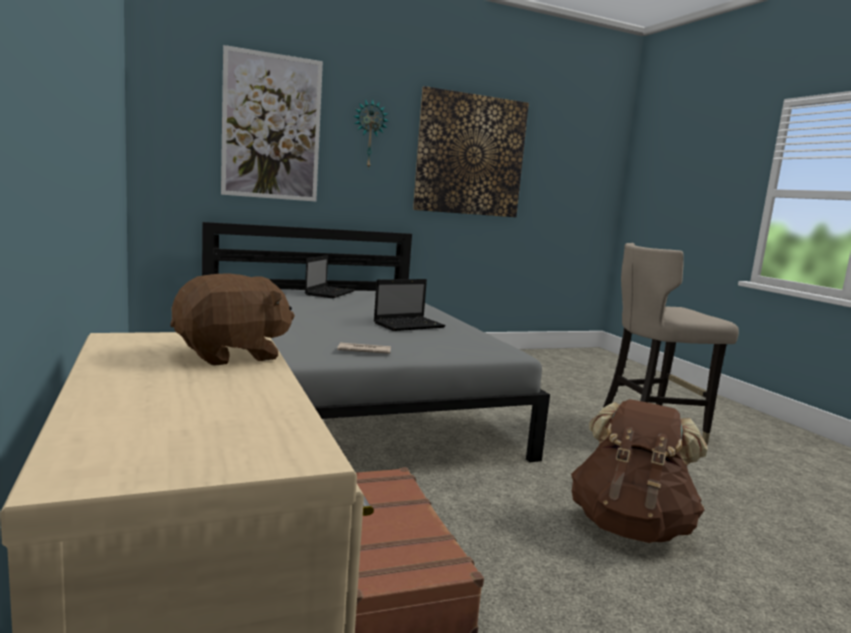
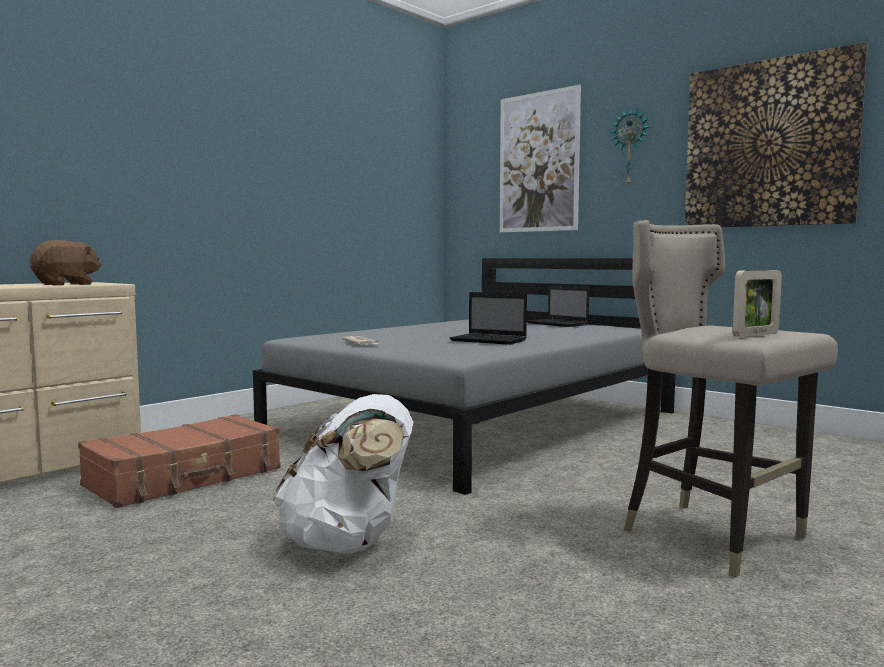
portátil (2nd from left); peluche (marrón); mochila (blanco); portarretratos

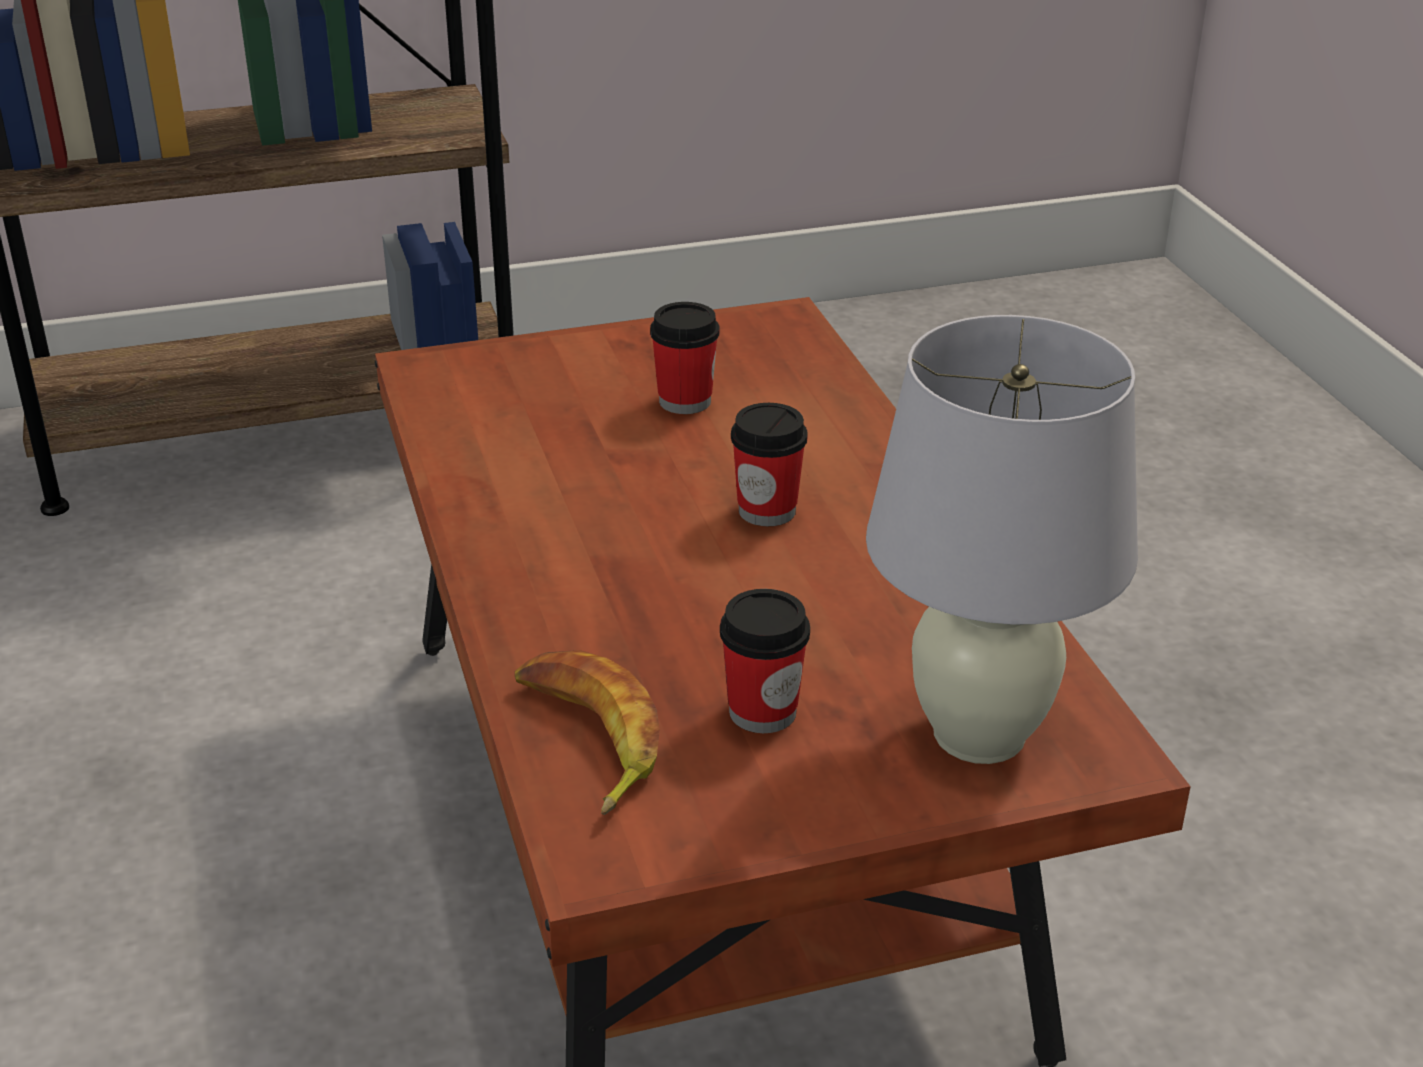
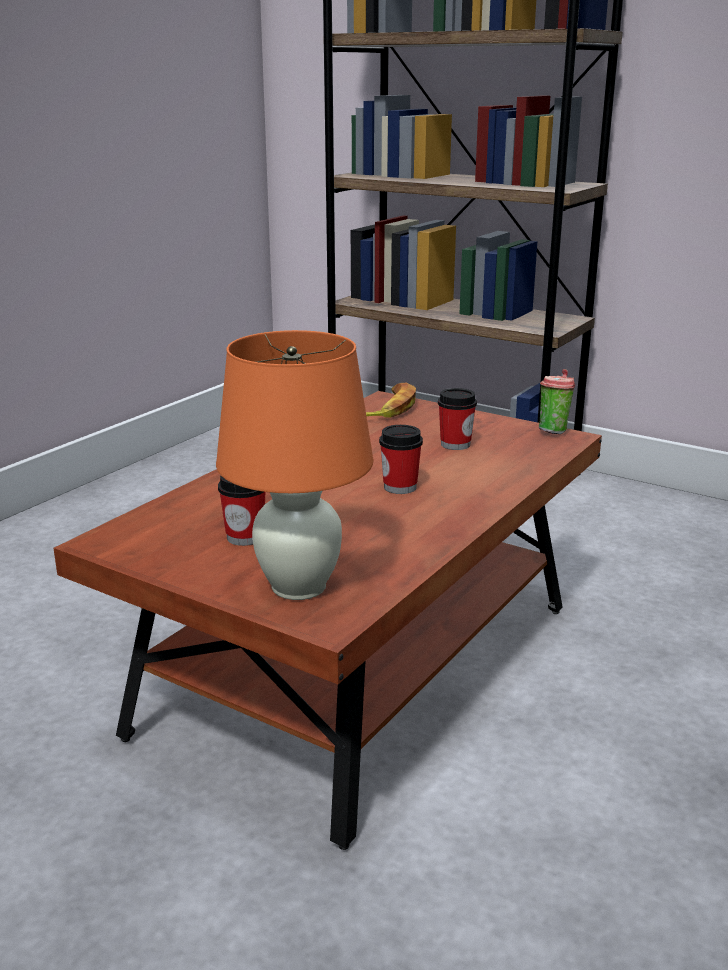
lámpara de mesa (naranja); plátano; taza (4th from left)

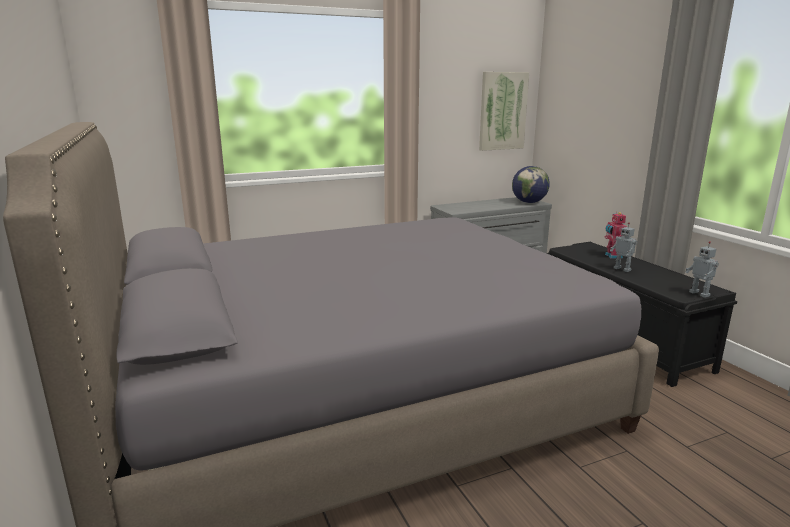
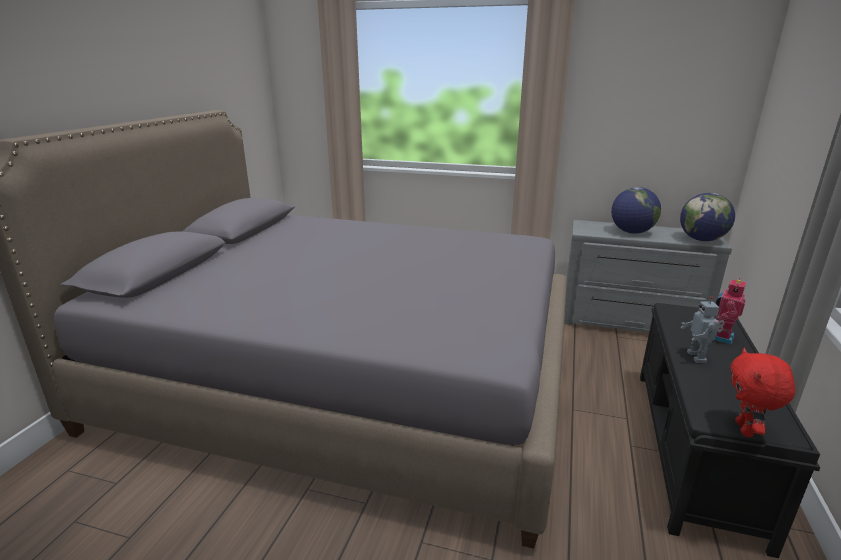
cuadro; peluche (rojo); globo terráqueo (1st from left)

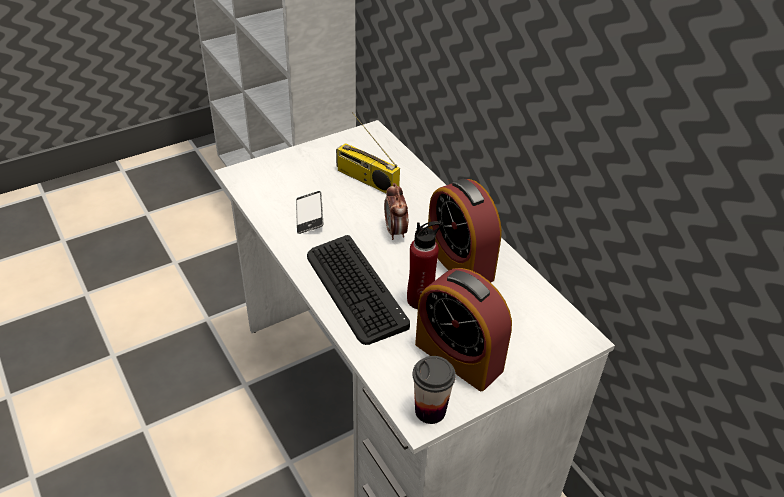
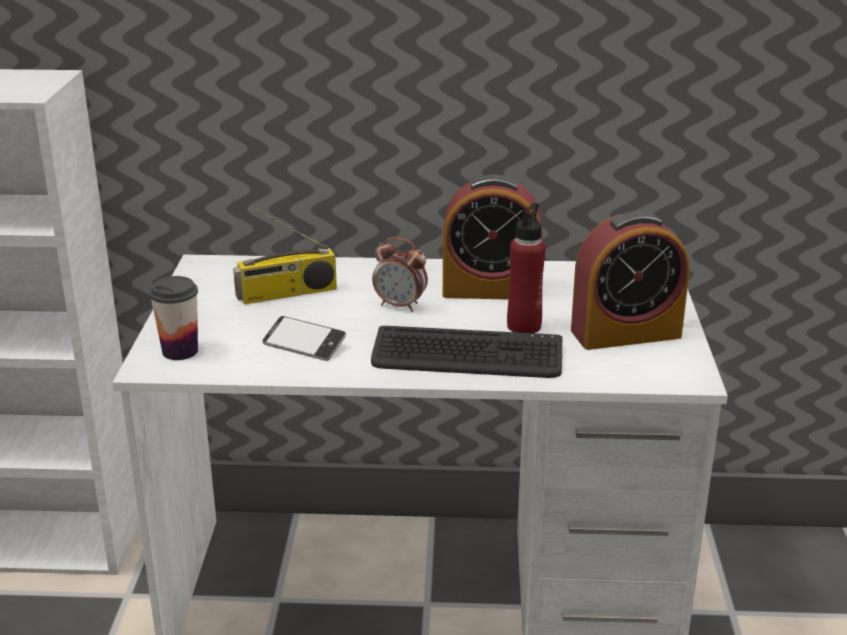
taza

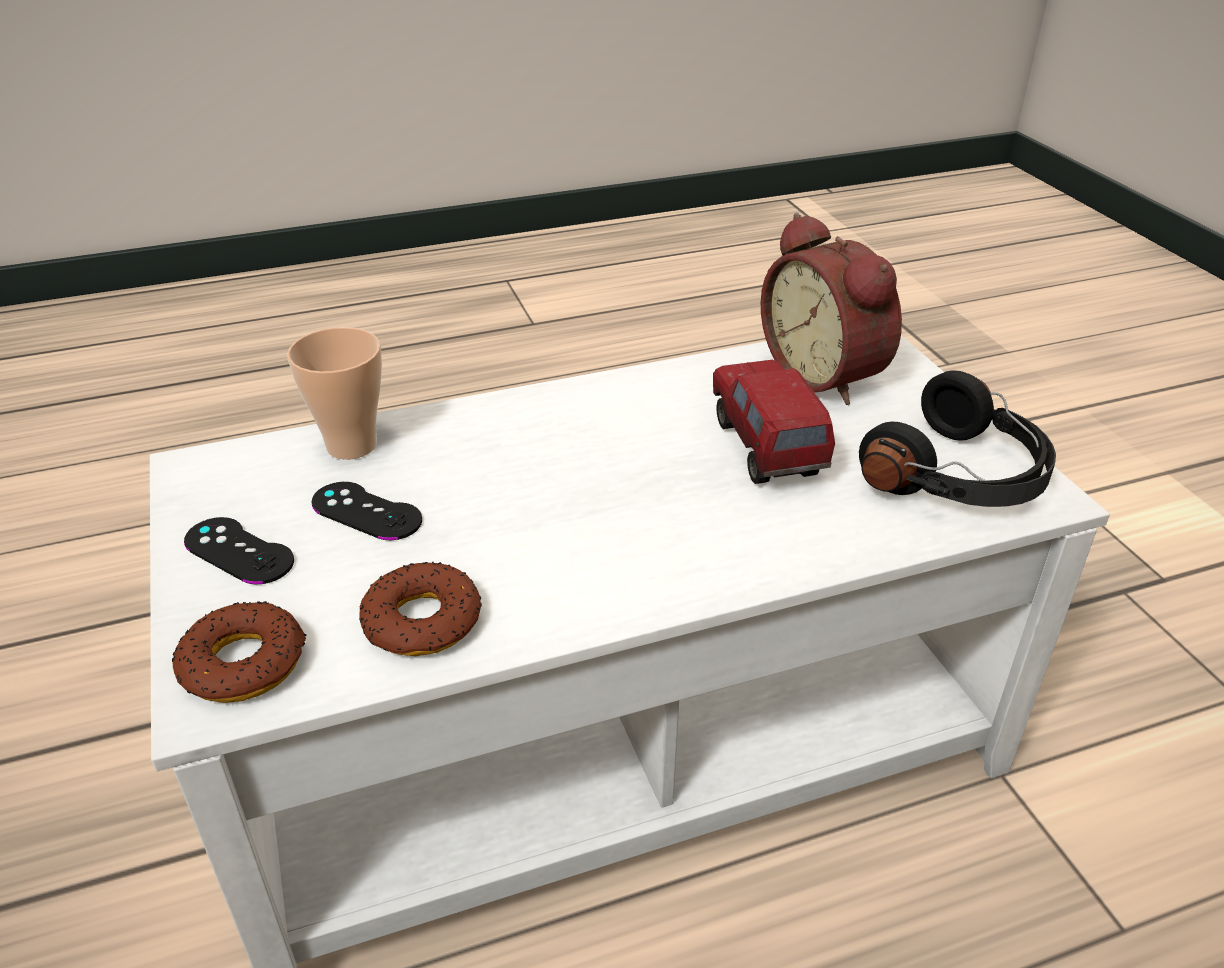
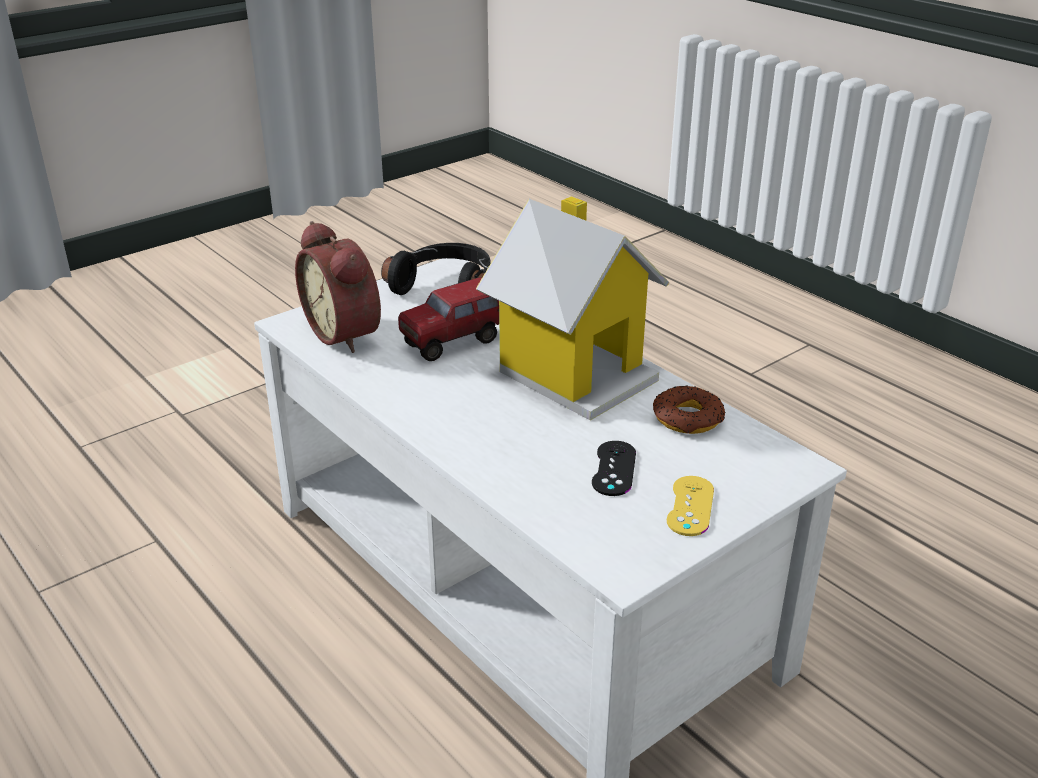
despertador; taza; mando de consola (amarillo); rosquilla (1st from left in the first image); casita

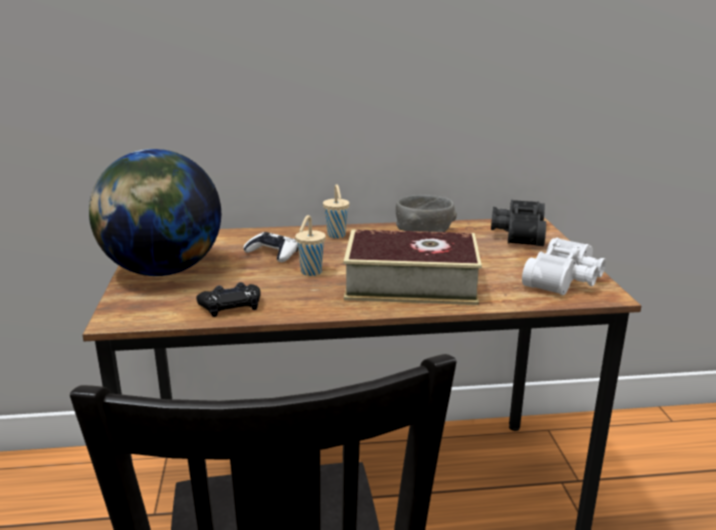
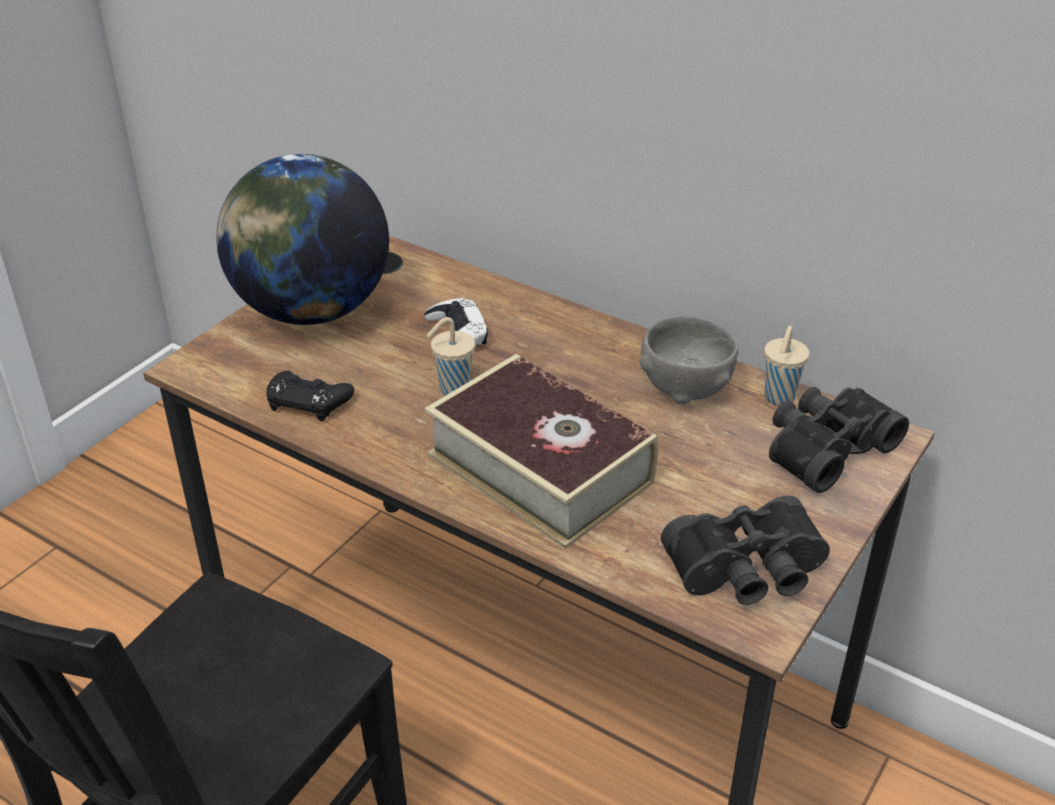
taza (beis) (2nd from left); prismáticos (negro) (1st from left)

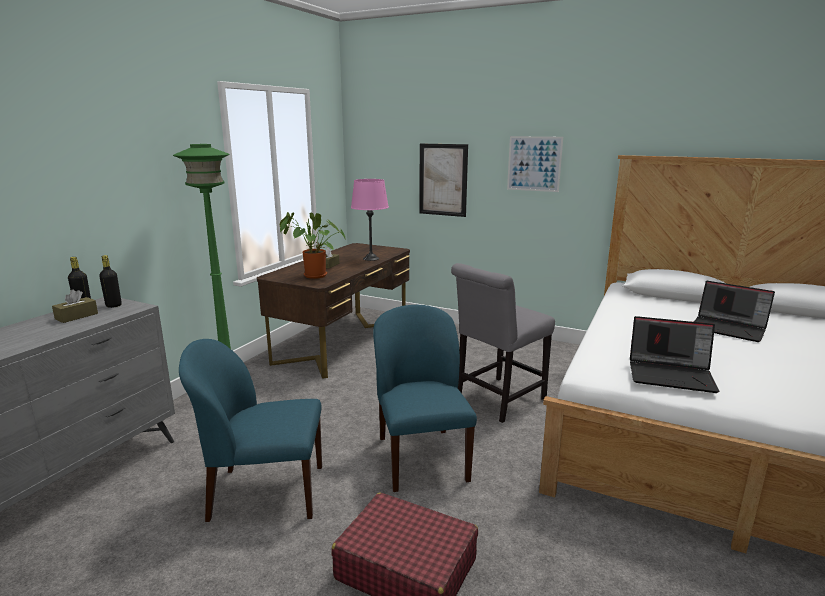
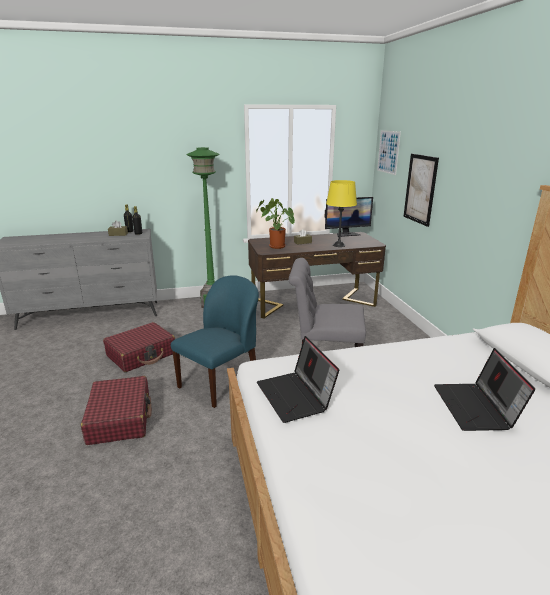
cuadro (1st from left); lámpara de mesa (amarillo); maleta (rojo) (2nd from left); monitor

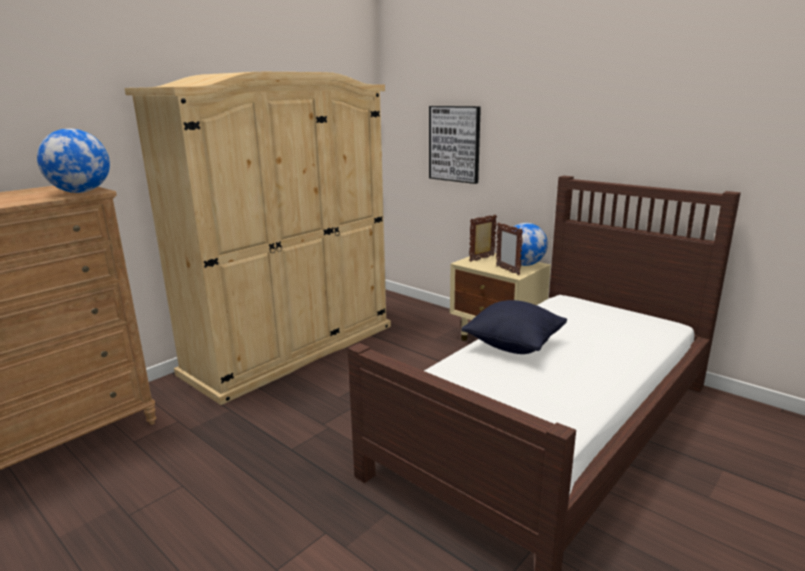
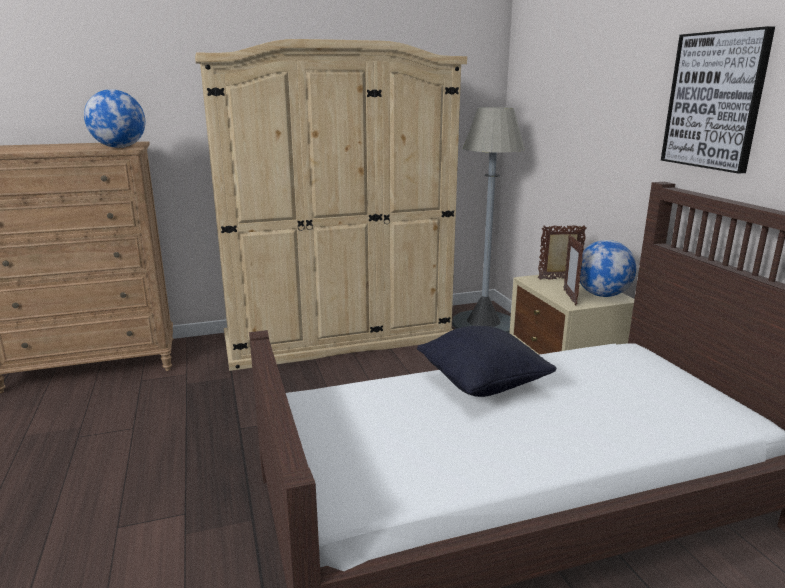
cuadro; lámpara de pie (gris)

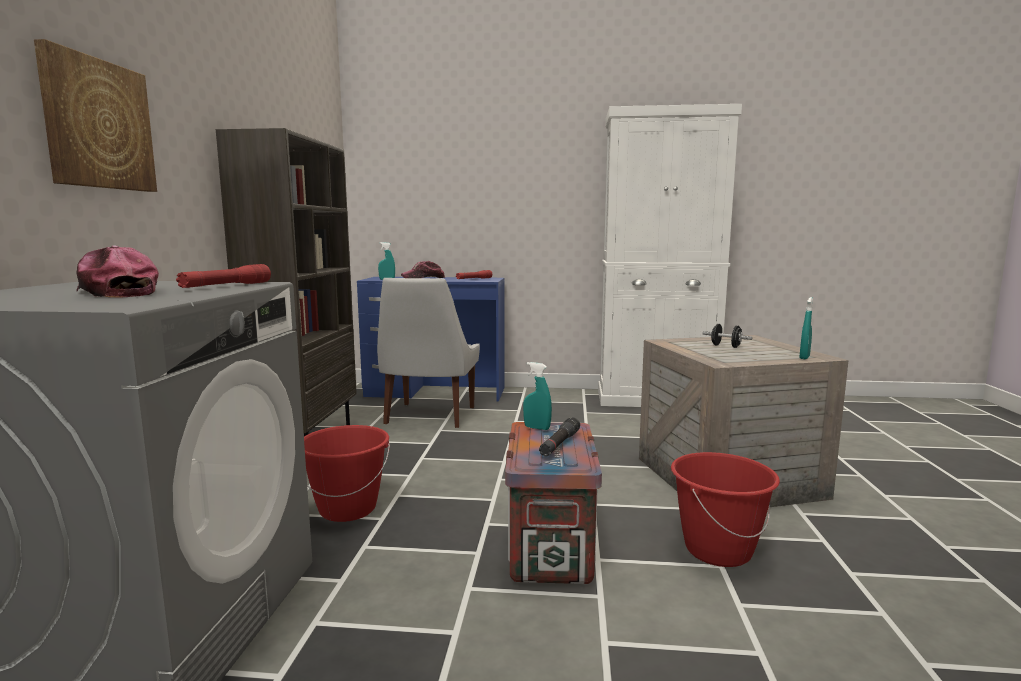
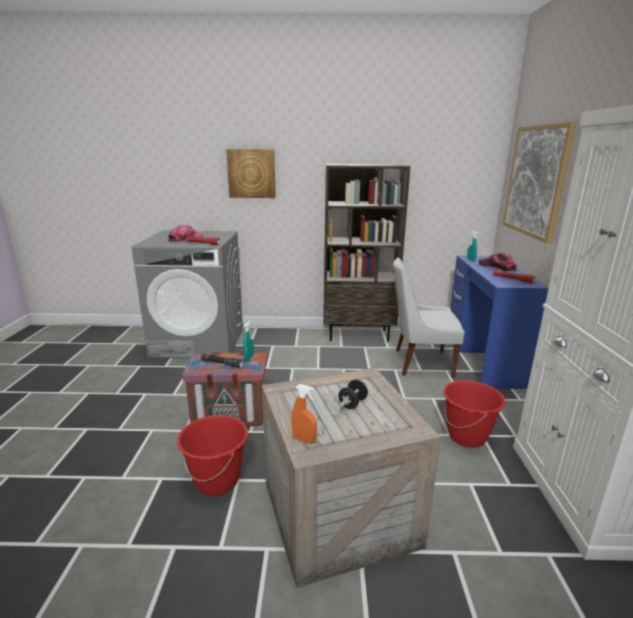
pulverizador (naranja); cubo (rojo) (2nd from left); cuadro (2nd from left)

